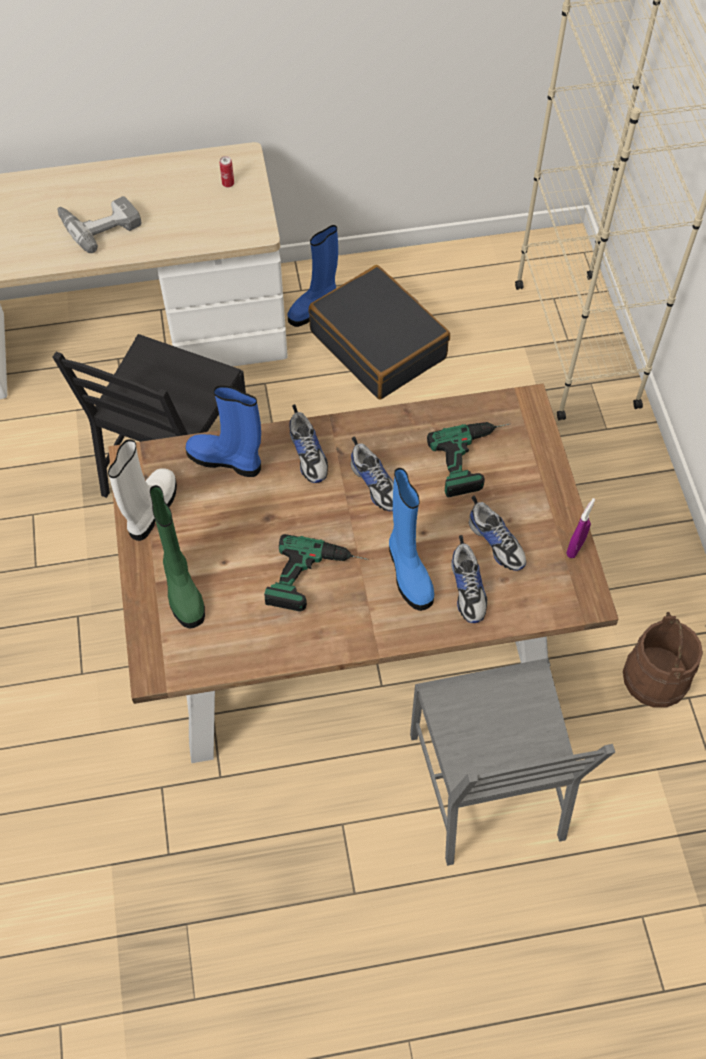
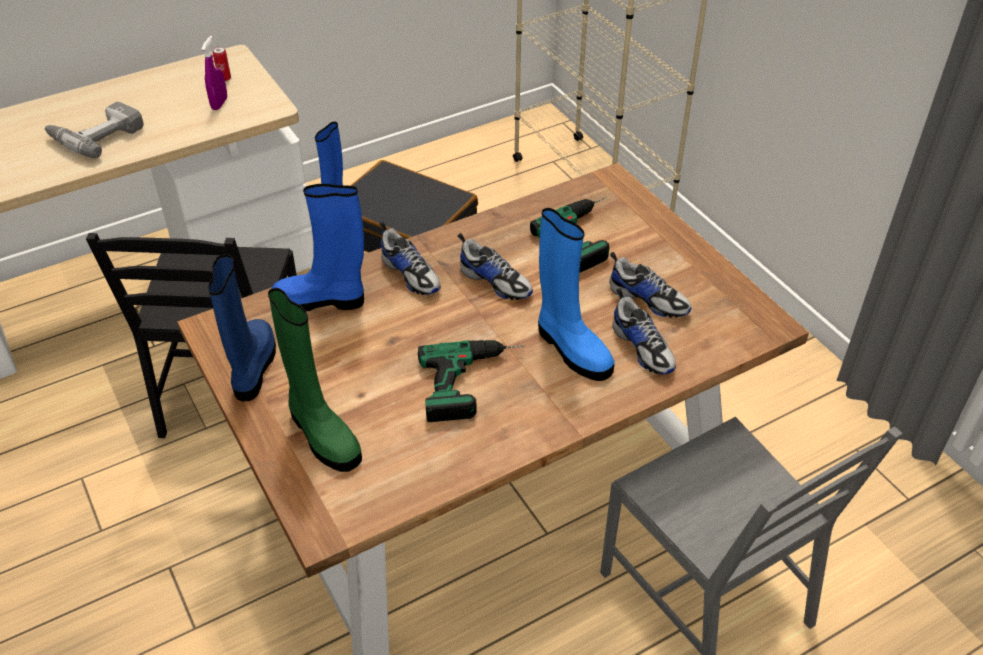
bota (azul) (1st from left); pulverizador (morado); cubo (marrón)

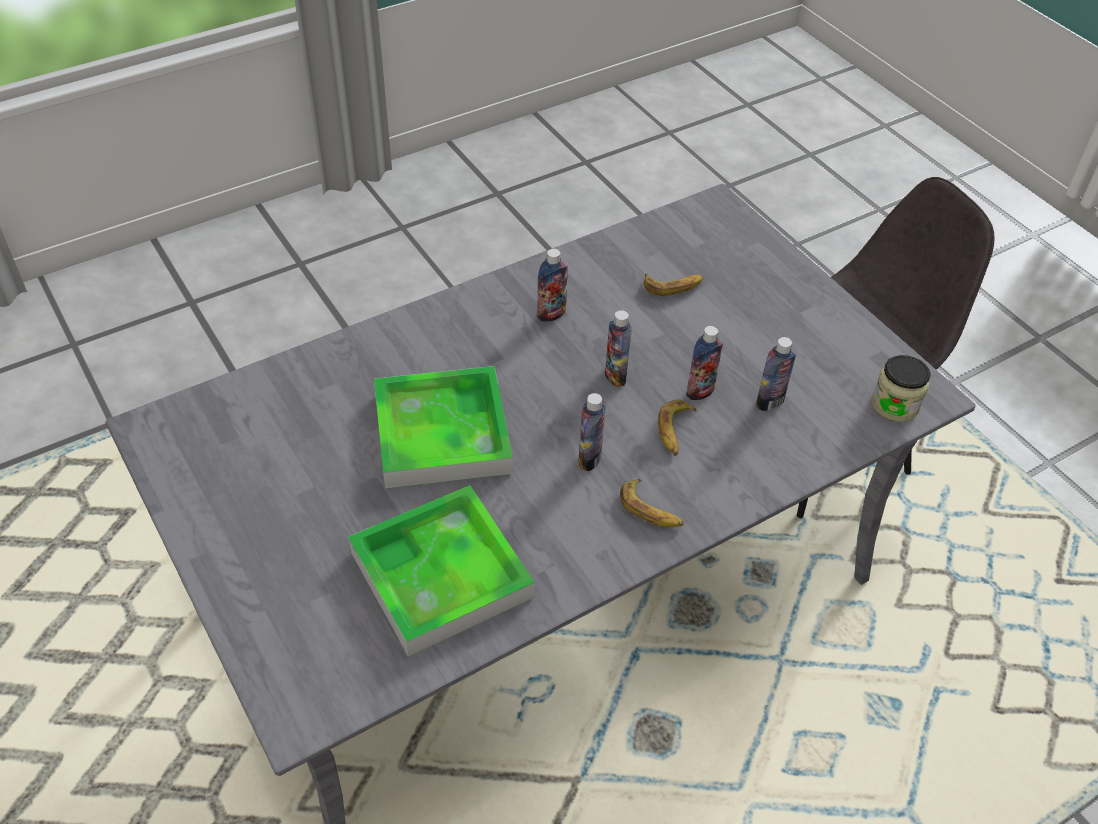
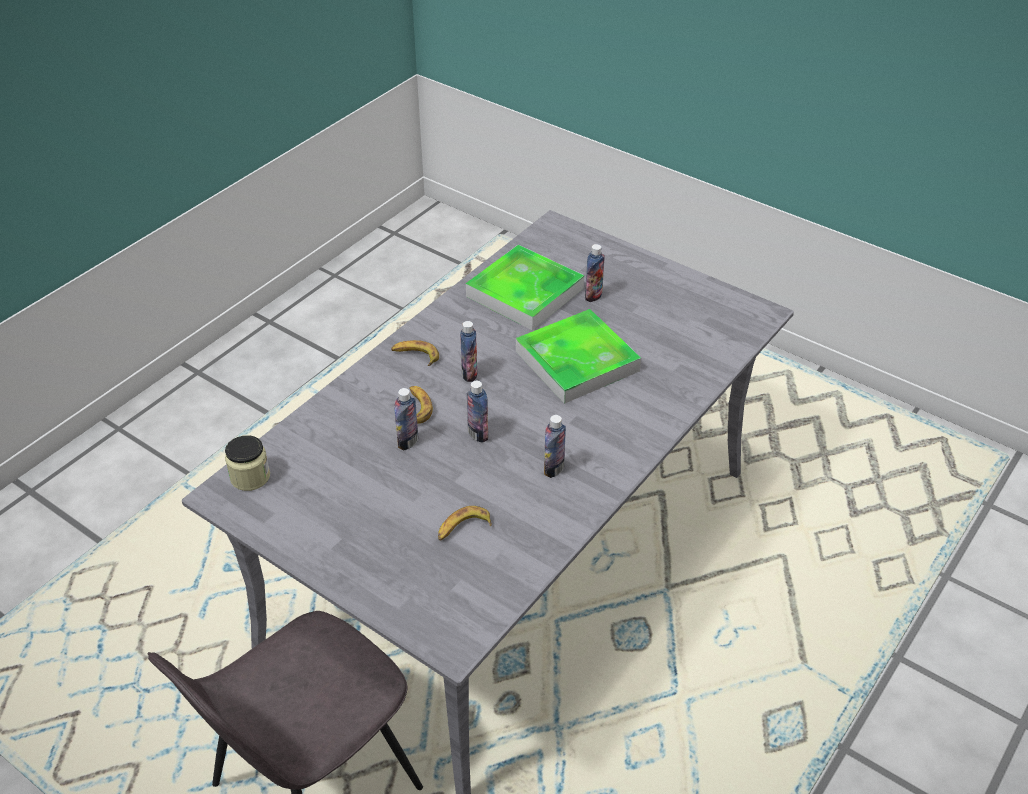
botella (5th from left)

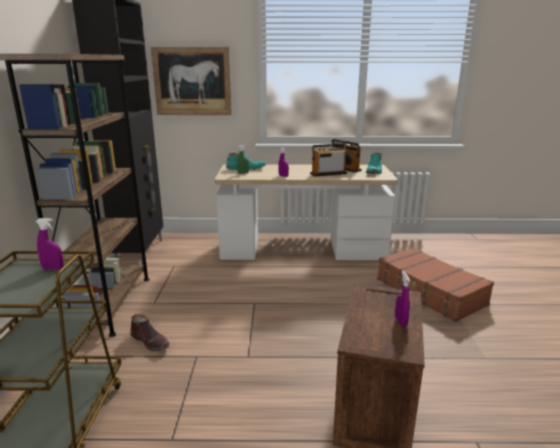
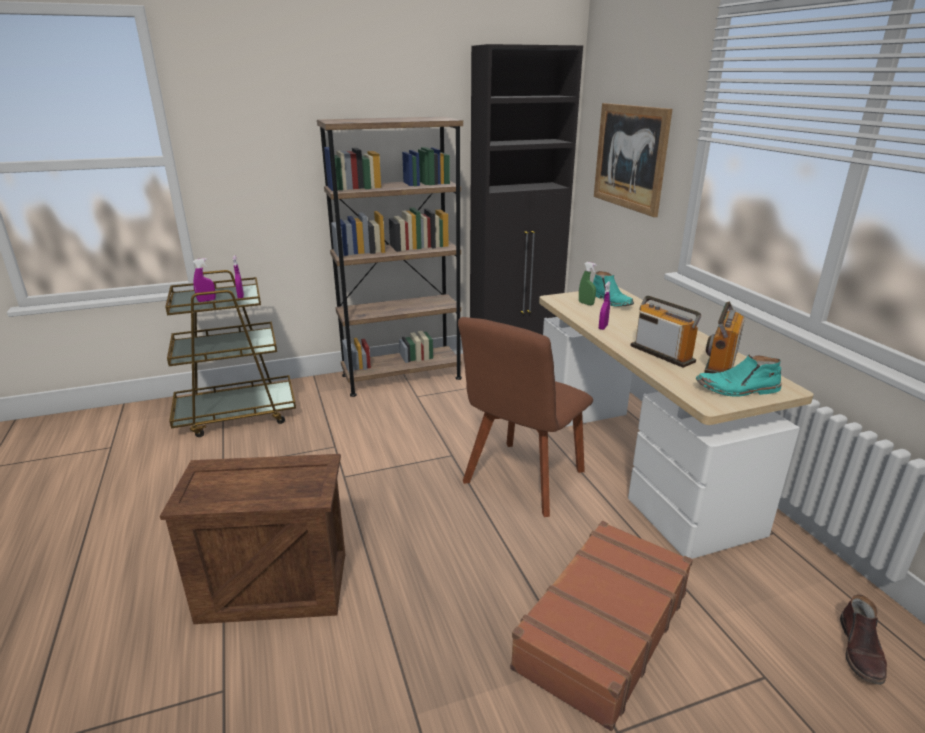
pulverizador (morado) (1st from left); bota (marrón); silla (marrón)

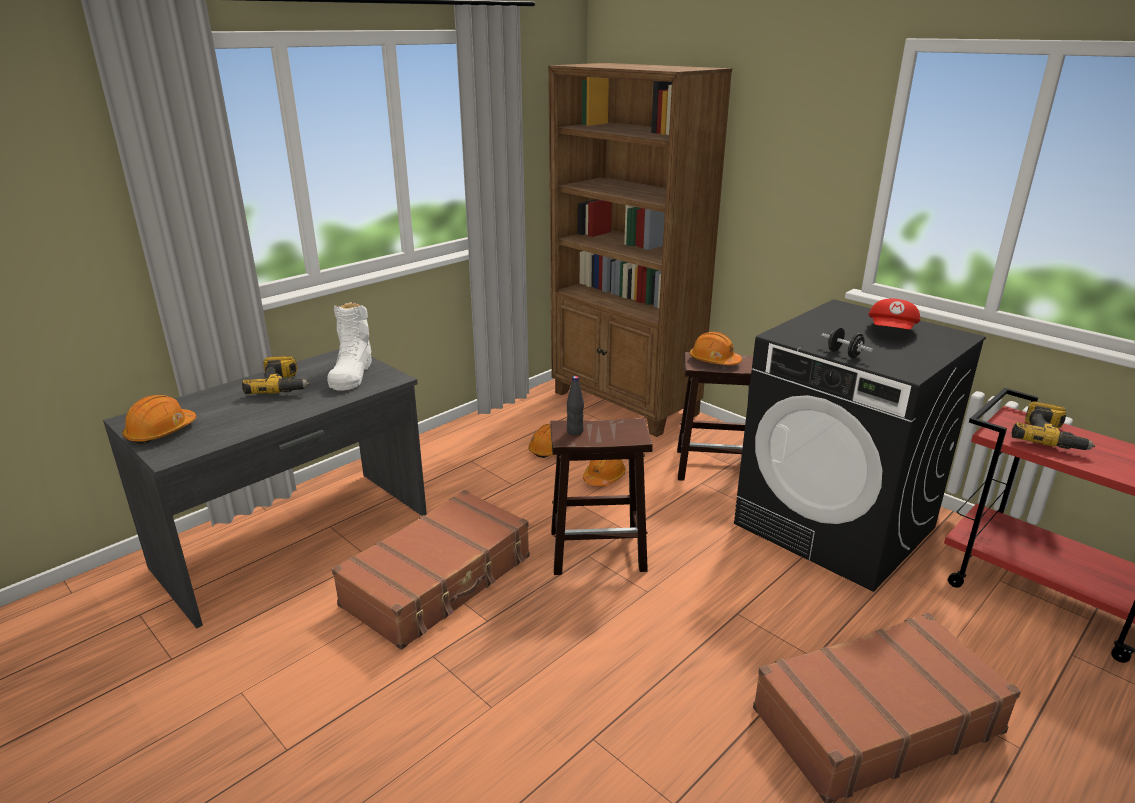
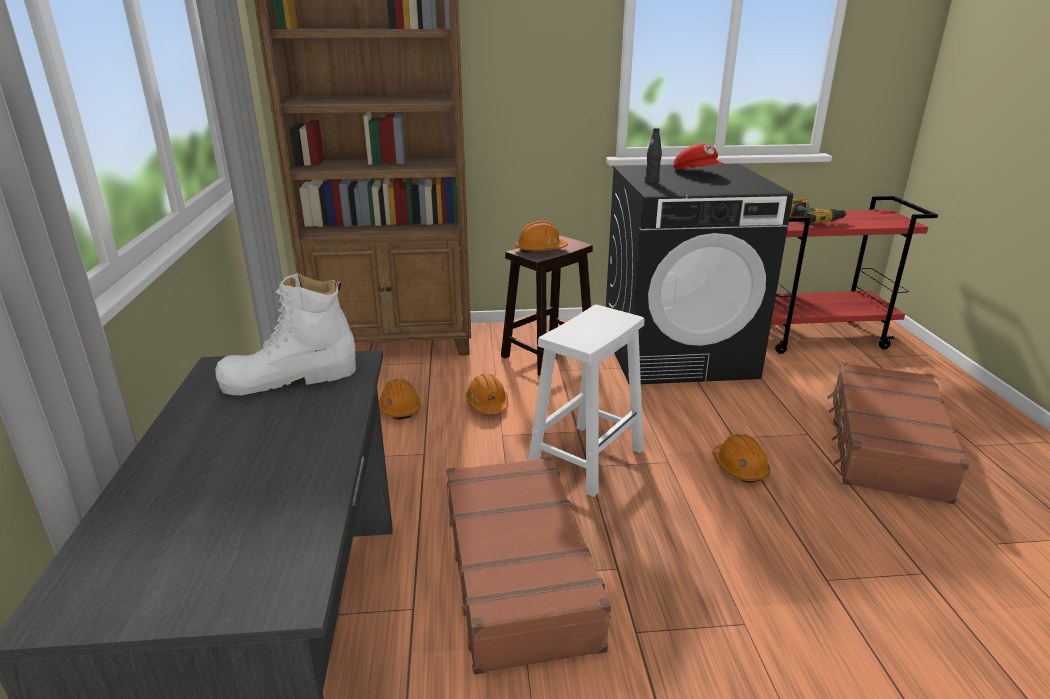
bota (blanco); mancuerna (negro); taladro (1st from left in the first image); botella (negro); casco (naranja) (4th from left); taburete (blanco)

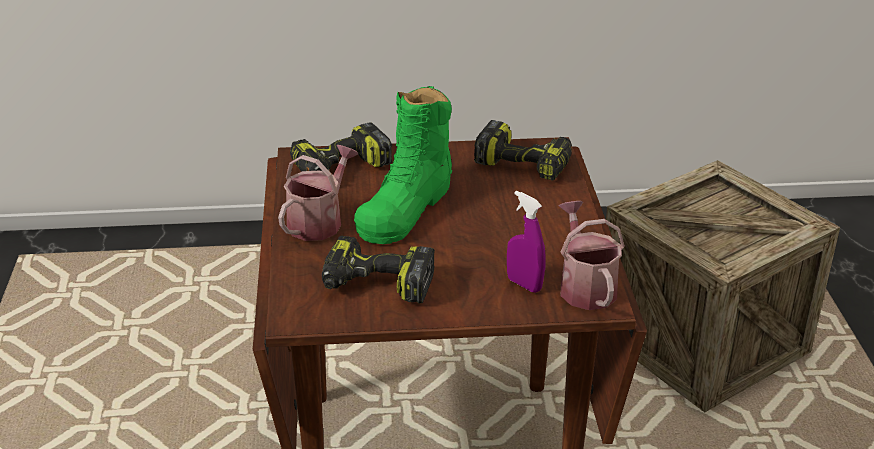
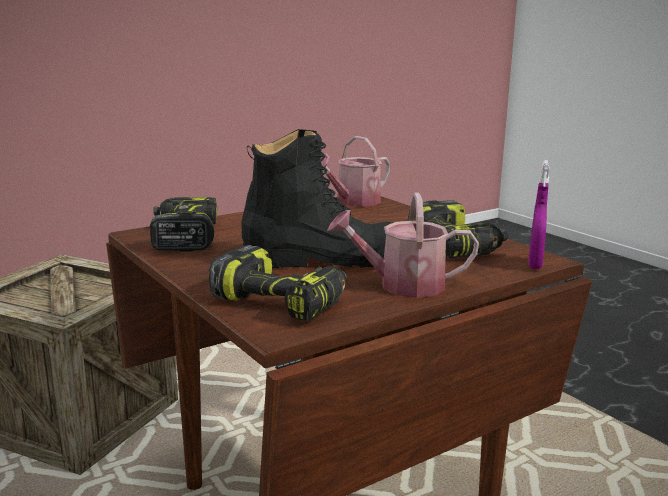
bota (negro); pulverizador (morado)

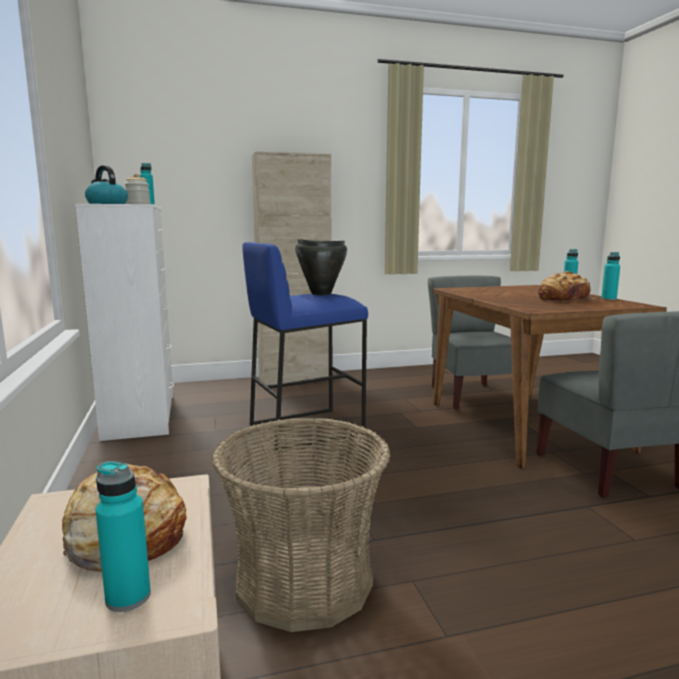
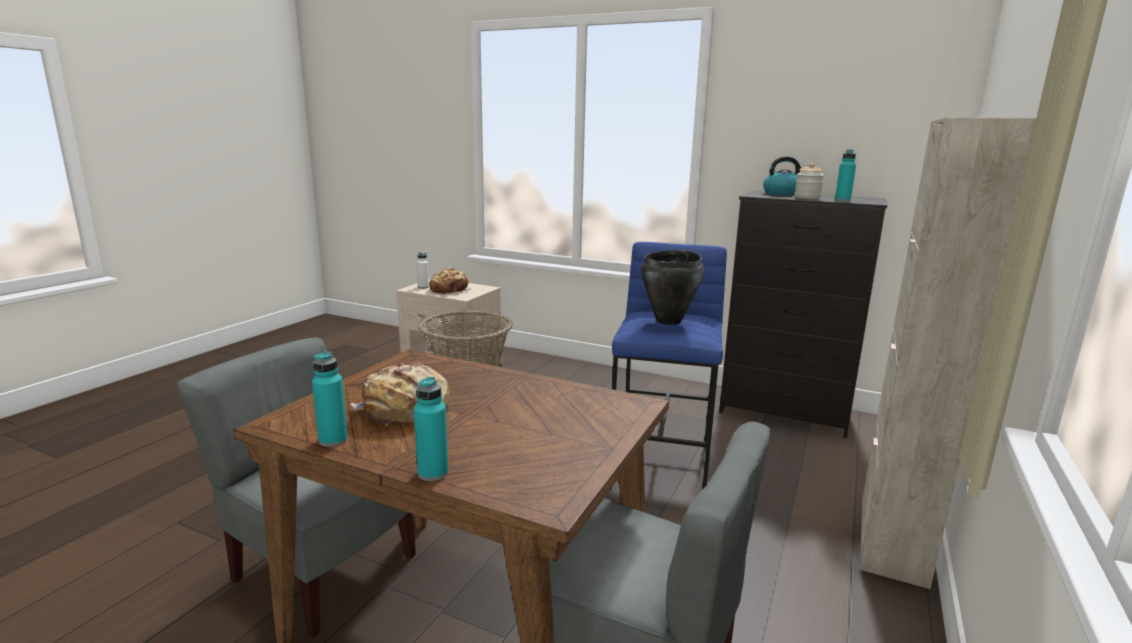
cómoda (negro); botella (blanco)

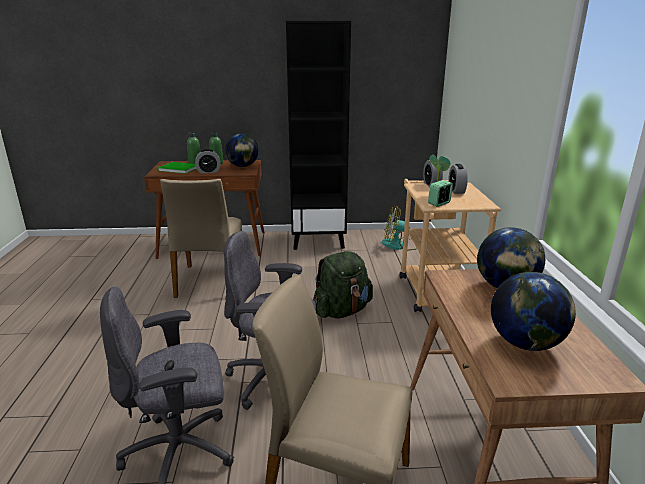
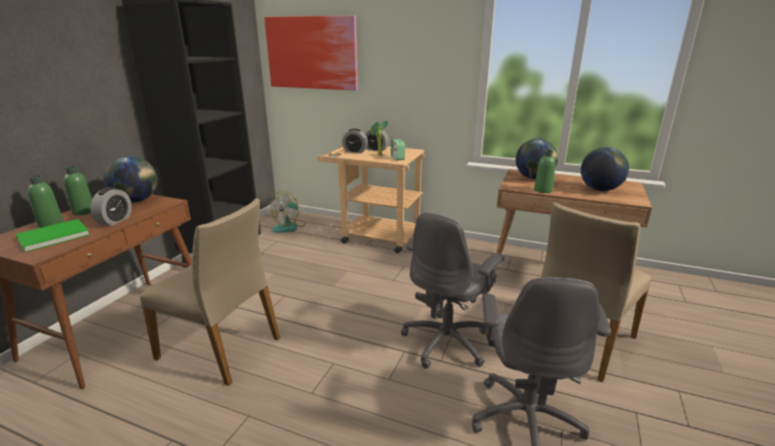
mochila (verde); cuadro; botella (verde) (3rd from left)

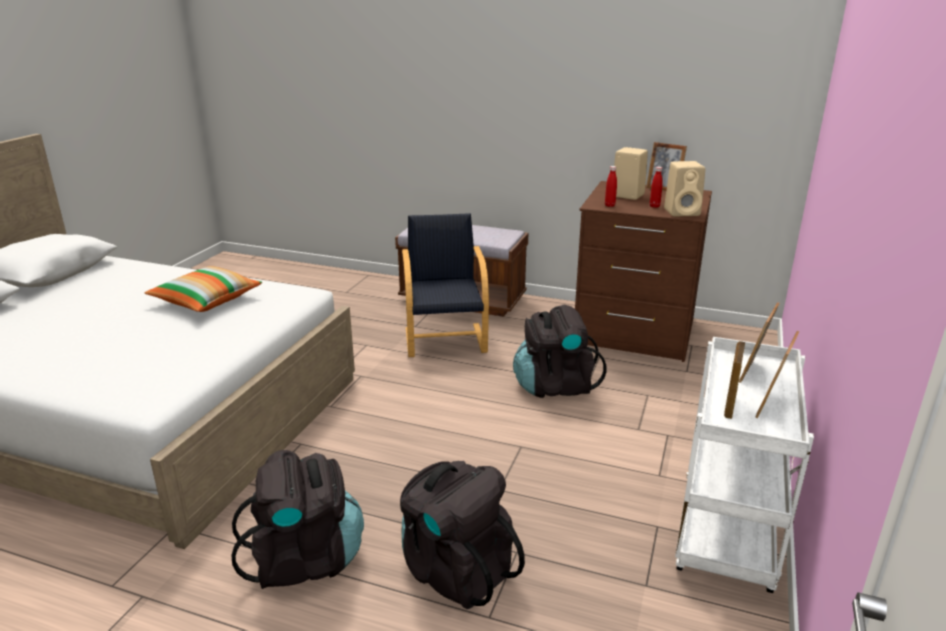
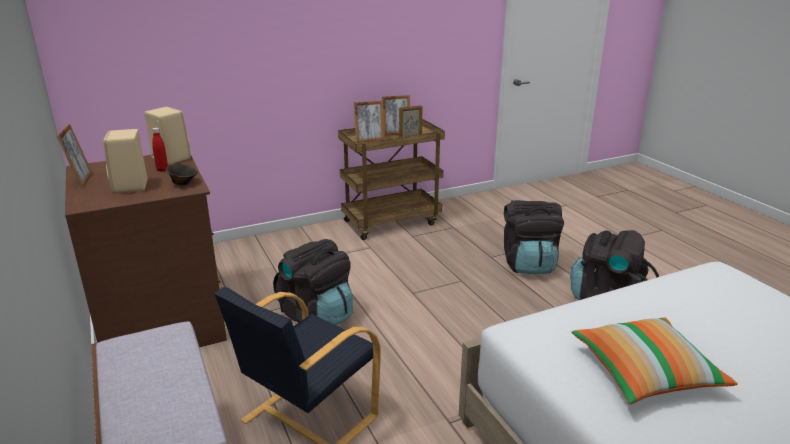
cuenco (marrón); carrito (marrón)

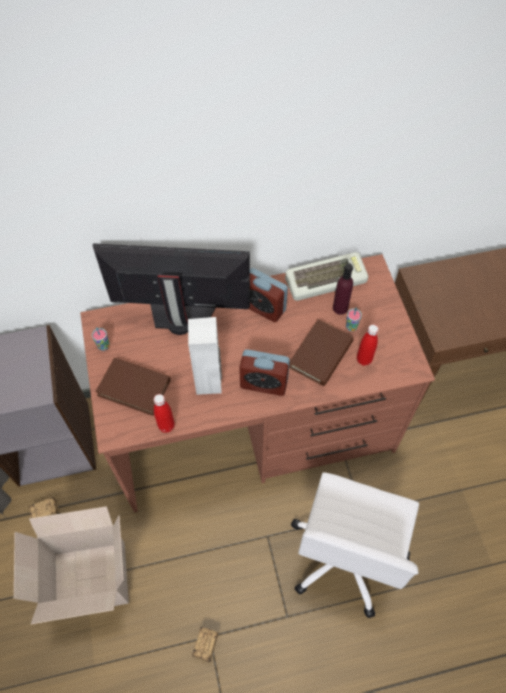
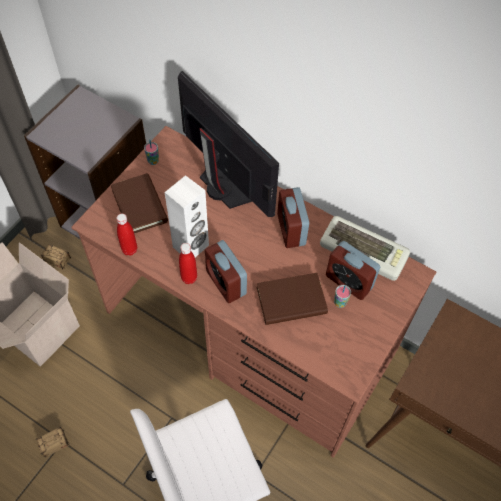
despertador (3rd from left); botella (rojo) (2nd from left)

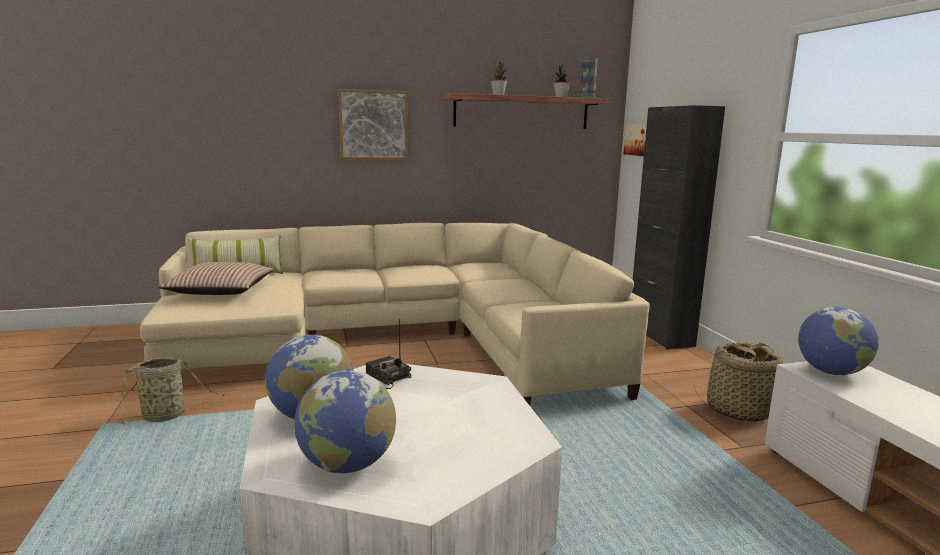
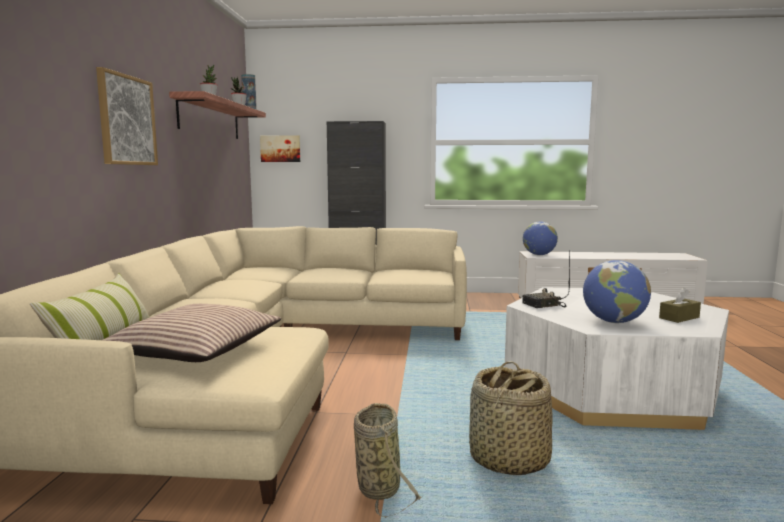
cesta (2nd from left); caja de pañuelos (marrón)

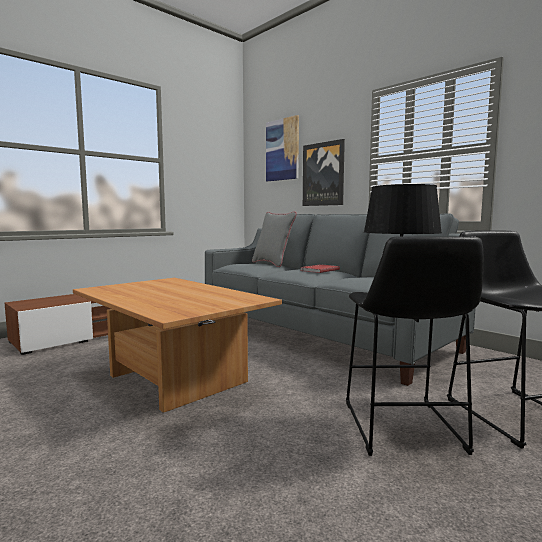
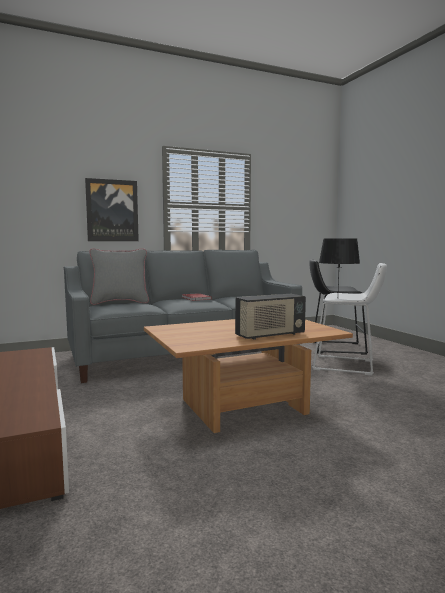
cuadro (1st from left in the first image); taburete (blanco); radio

